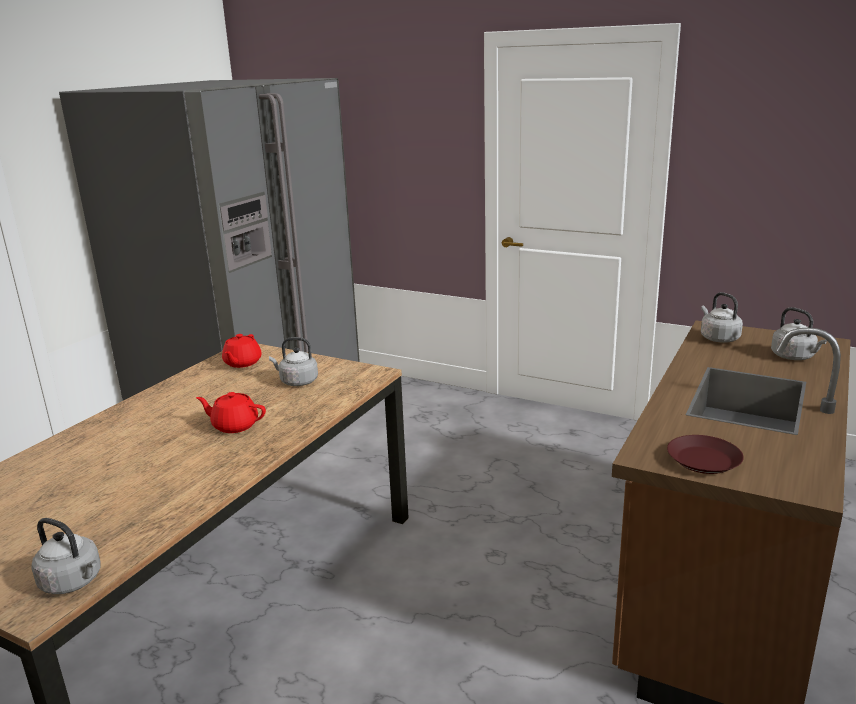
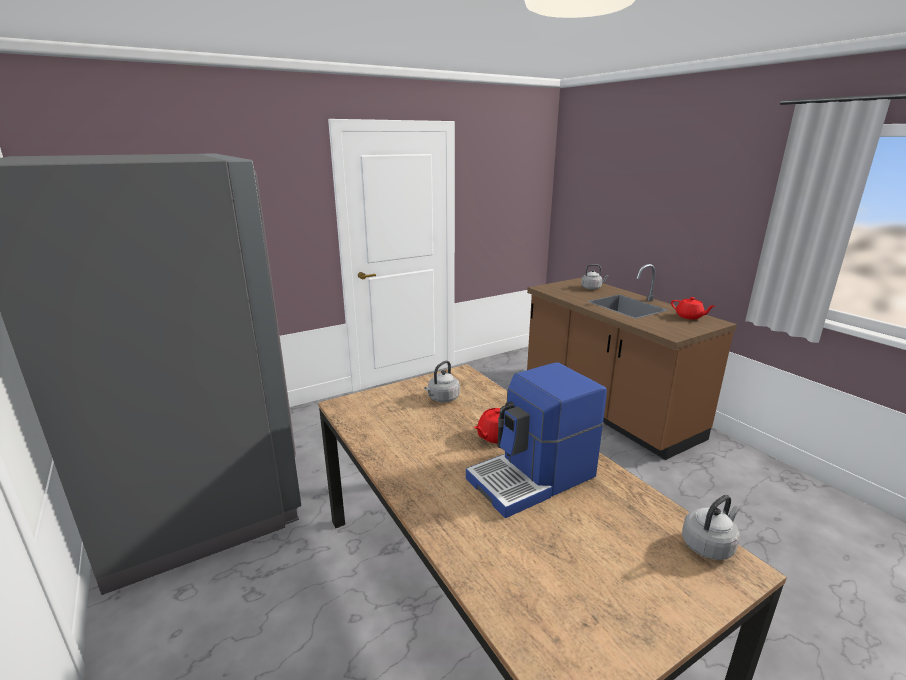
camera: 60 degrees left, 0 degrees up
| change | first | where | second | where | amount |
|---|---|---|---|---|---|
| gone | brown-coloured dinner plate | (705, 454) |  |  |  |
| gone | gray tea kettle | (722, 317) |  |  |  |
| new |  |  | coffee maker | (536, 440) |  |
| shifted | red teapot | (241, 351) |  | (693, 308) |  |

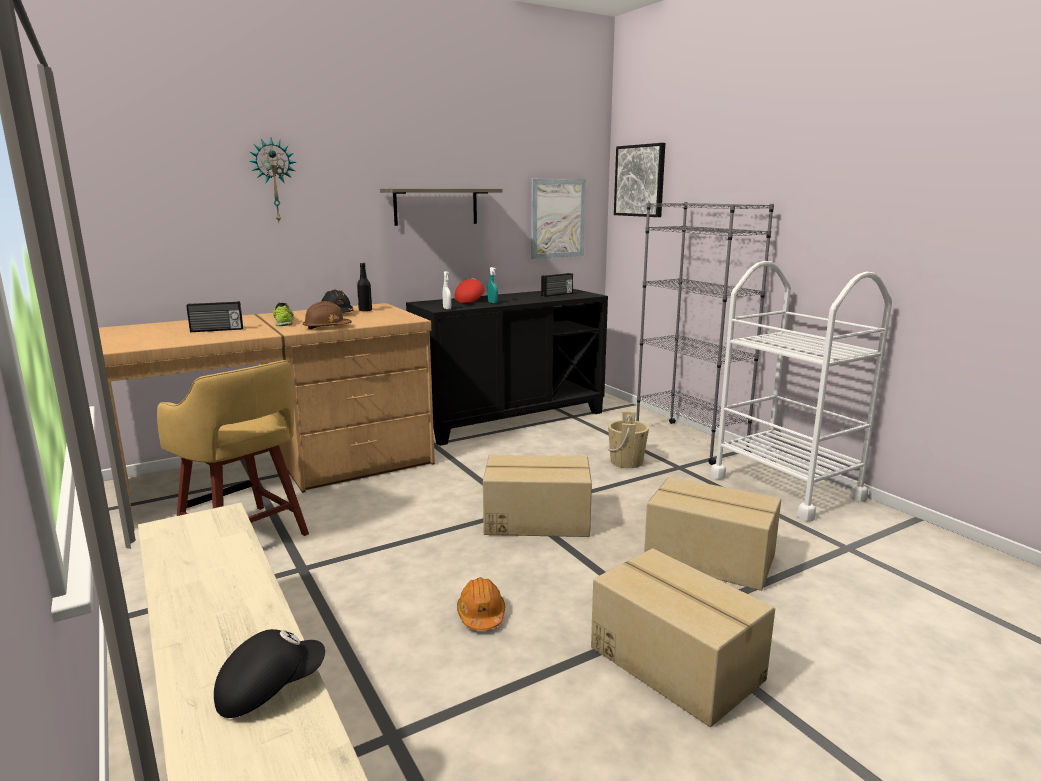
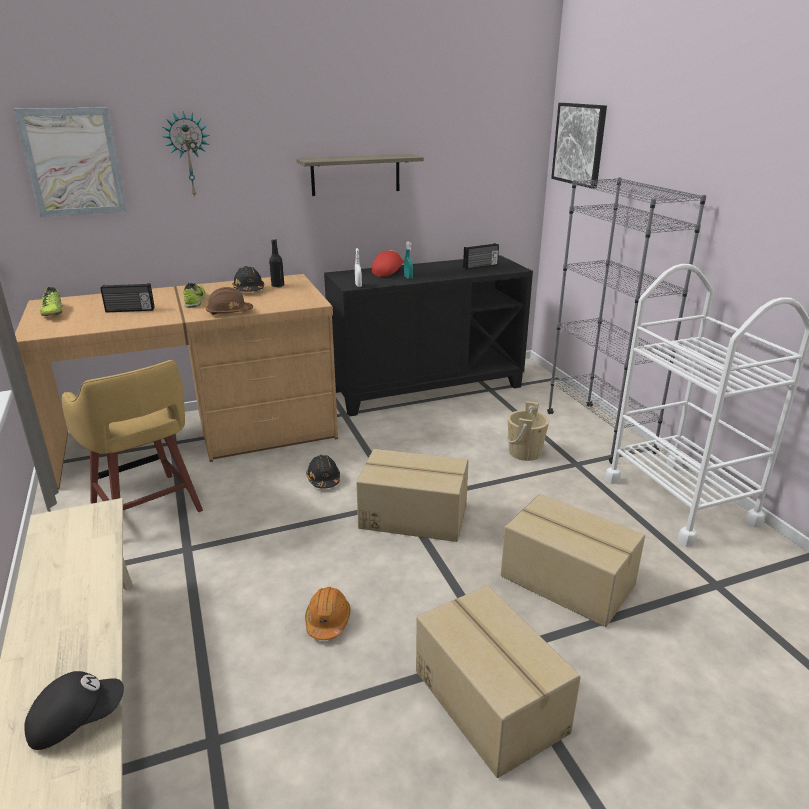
camera: 10 degrees right, 10 degrees up
| change | first | where | second | where | amount |
|---|---|---|---|---|---|
| new |  |  | item of footwear | (51, 301) |  |
| new |  |  | blackish work helmet | (323, 472) |  |
| shifted | picture | (558, 219) |  | (70, 162) |  |

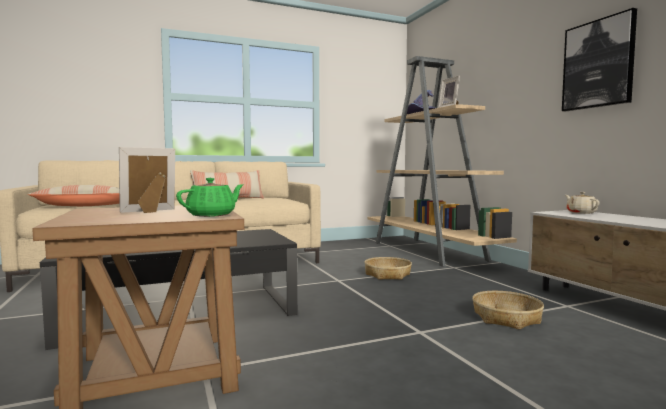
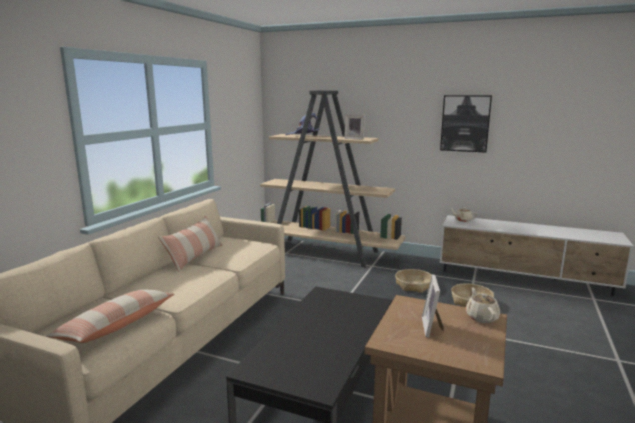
camera: 45 degrees left, 10 degrees up
| change | first | where | second | where | amount |
|---|---|---|---|---|---|
| shifted | basket | (388, 268) |  | (413, 281) |  |
| repainted | green-coloured teapot | (210, 197) | beige teapot | (482, 305) |  |

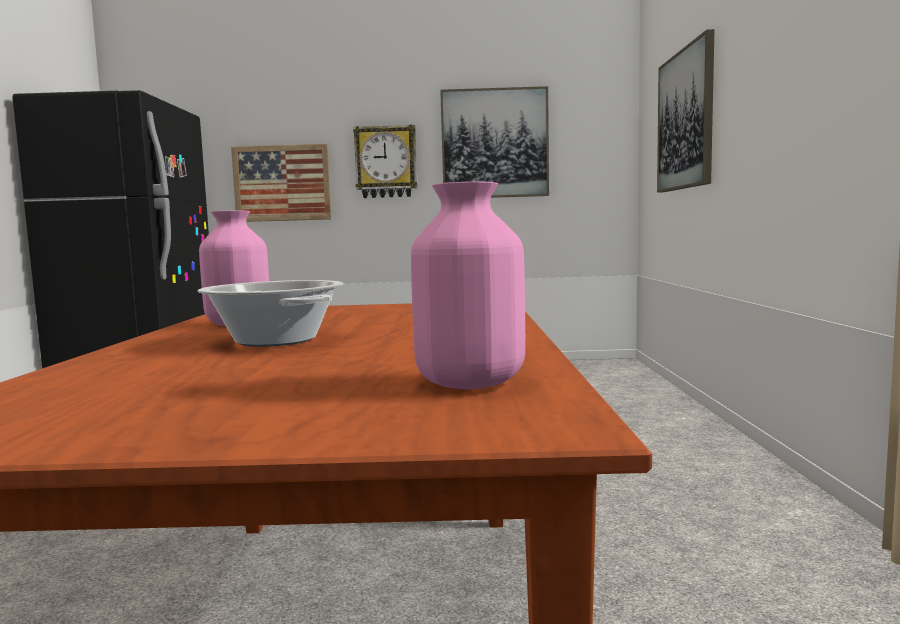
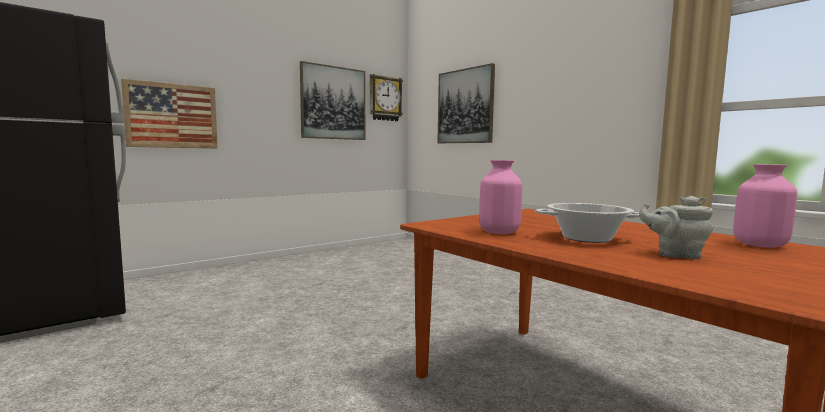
camera: 40 degrees left, 0 degrees up
| change | first | where | second | where | amount |
|---|---|---|---|---|---|
| new |  |  | gray teapot | (676, 227) |  |
| shifted | wall clock | (385, 161) |  | (386, 97) |  |

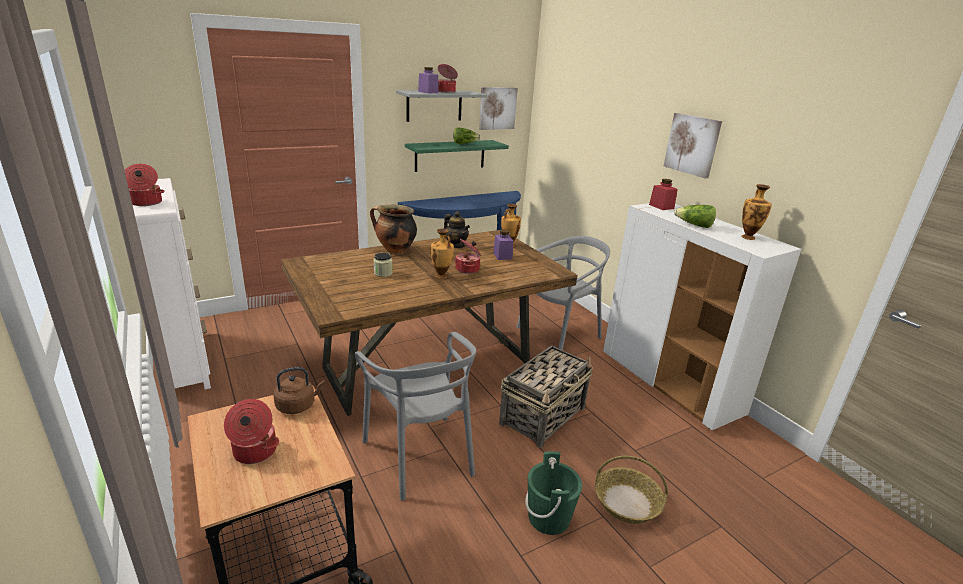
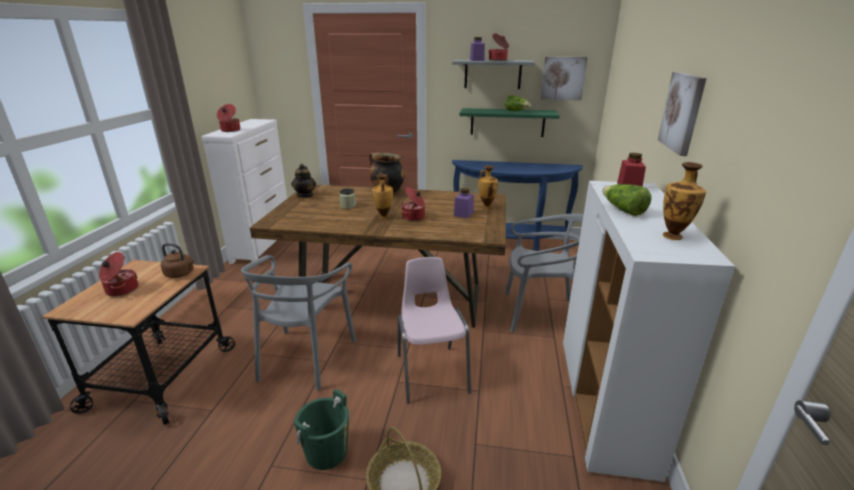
camera: 40 degrees right, 0 degrees up
| change | first | where | second | where | amount |
|---|---|---|---|---|---|
| shifted | teapot | (457, 229) |  | (303, 181) |  |
| swapped | basket | (546, 396) | pinkish chair | (434, 330) |  |

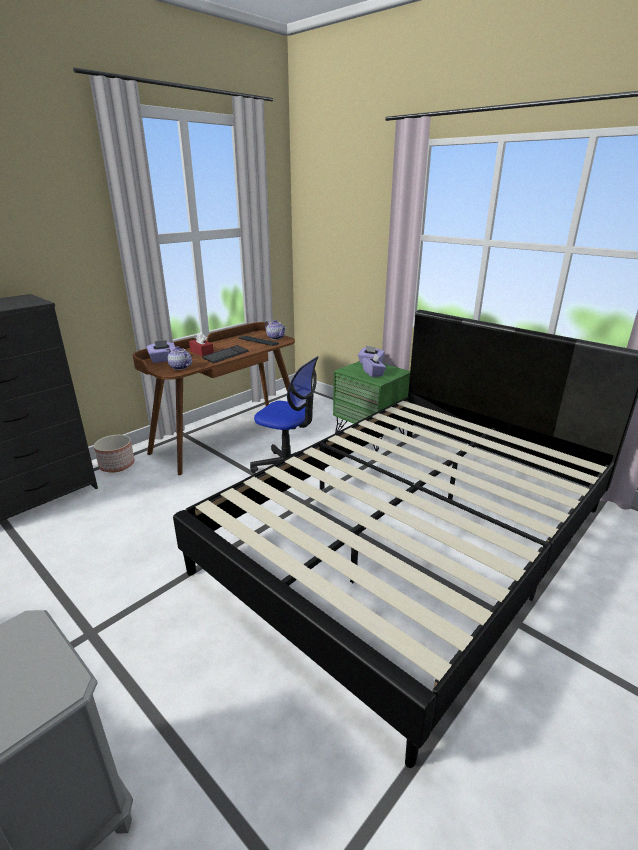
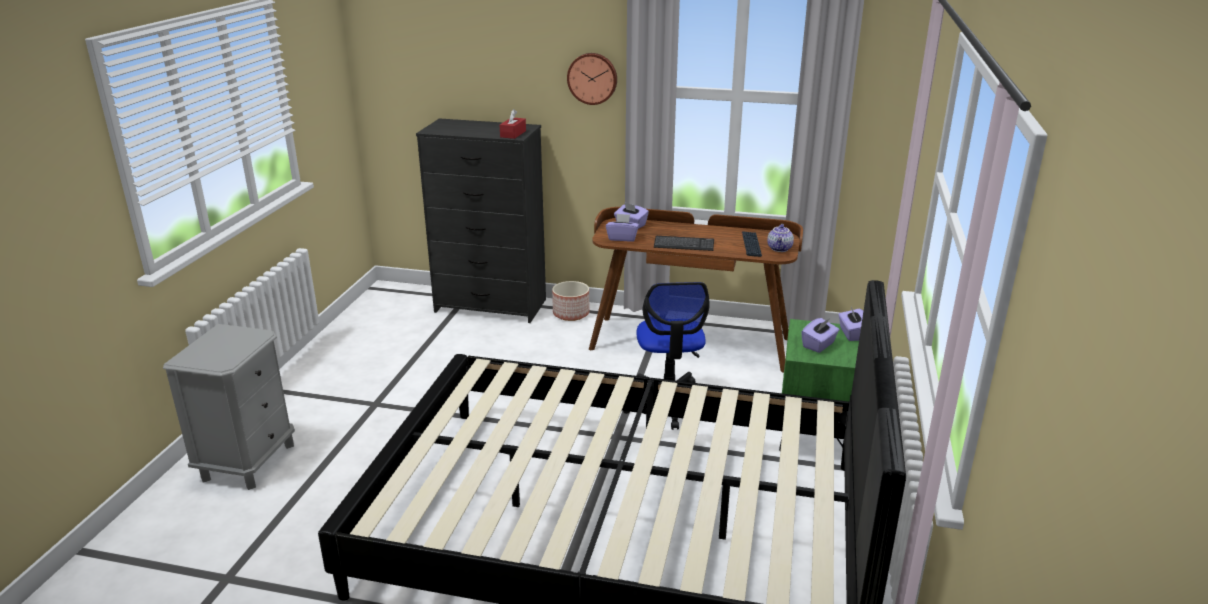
camera: 60 degrees right, 0 degrees up
| change | first | where | second | where | amount |
|---|---|---|---|---|---|
| new |  |  | wall clock | (592, 79) |  |
| shifted | red box of tissues | (201, 344) |  | (513, 124) |  |
| swapped | teapot | (179, 358) | purple-coloured box of tissues | (622, 228) |  |

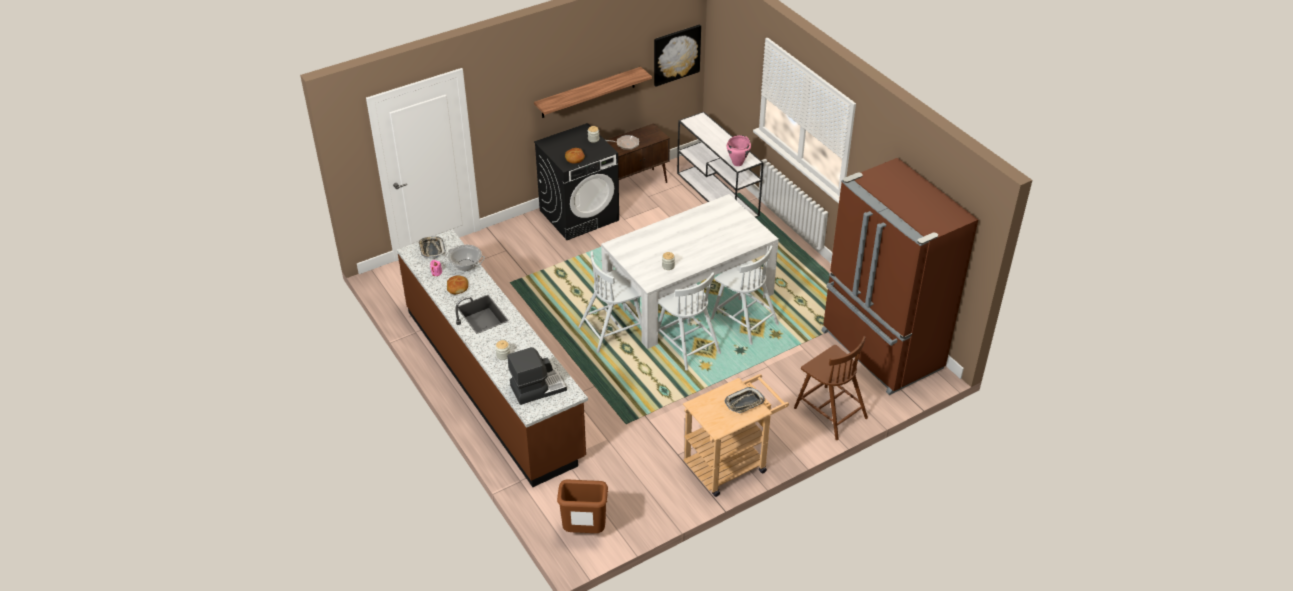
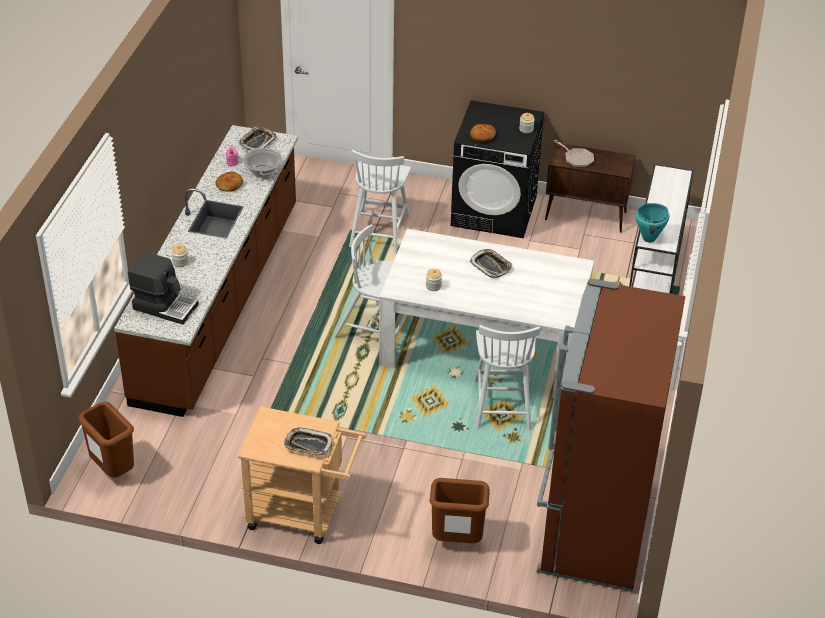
camera: 45 degrees right, 0 degrees up
| change | first | where | second | where | amount |
|---|---|---|---|---|---|
| gone | wall shelf | (593, 92) |  |  |  |
| gone | picture | (677, 55) |  |  |  |
| new |  |  | carrying tray | (490, 263) |  |
| shifted | whitish chair | (689, 321) |  | (380, 201) |  |
| swapped | brown-coloured chair | (831, 388) | brown-coloured rubbish bin | (459, 510) |  |
| repainted | pinkish stockpot | (739, 150) | blue-green stockpot | (652, 223) |  |

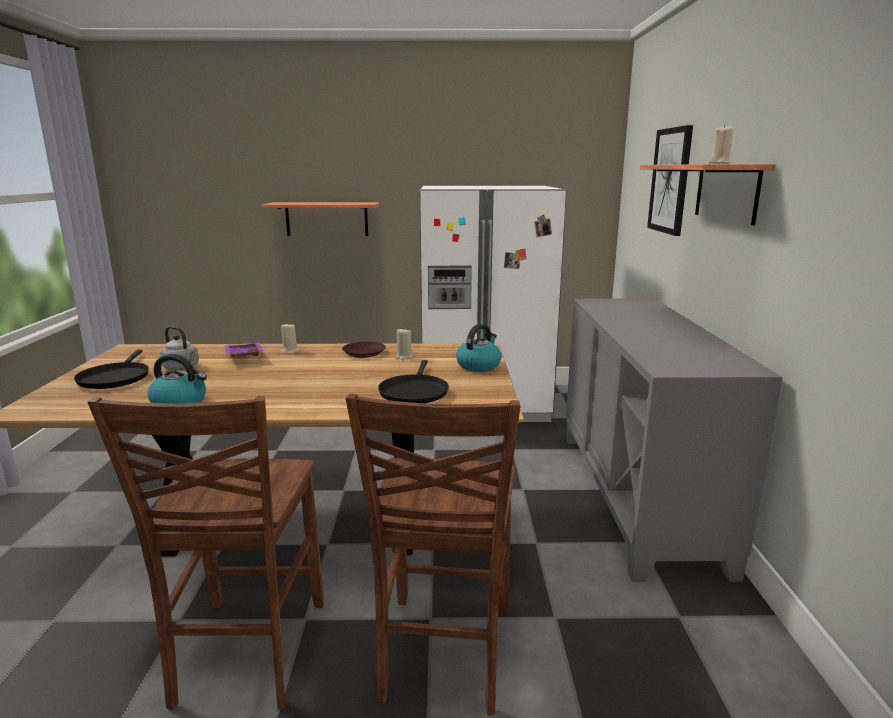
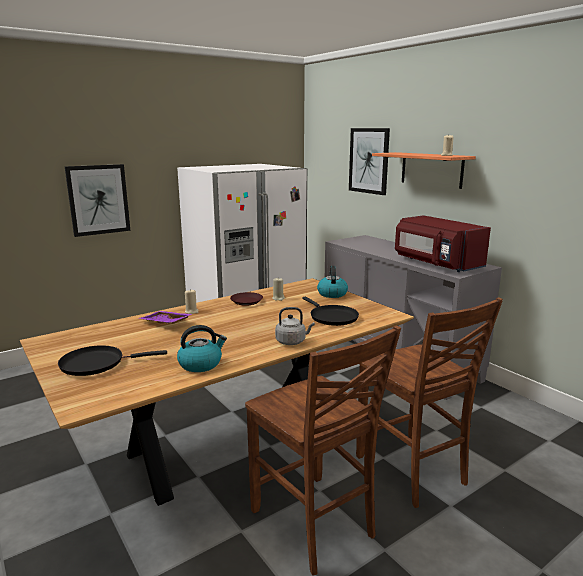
camera: 35 degrees left, 0 degrees up
| change | first | where | second | where | amount |
|---|---|---|---|---|---|
| new |  |  | red microwave oven | (443, 243) |  |
| shifted | gray tea kettle | (179, 348) |  | (295, 326) |  |
| swapped | wall shelf | (321, 219) | picture | (98, 200) |  |
| rotated | blackish frying pan | (111, 369) |  | (112, 360) | 120 degrees clockwise |

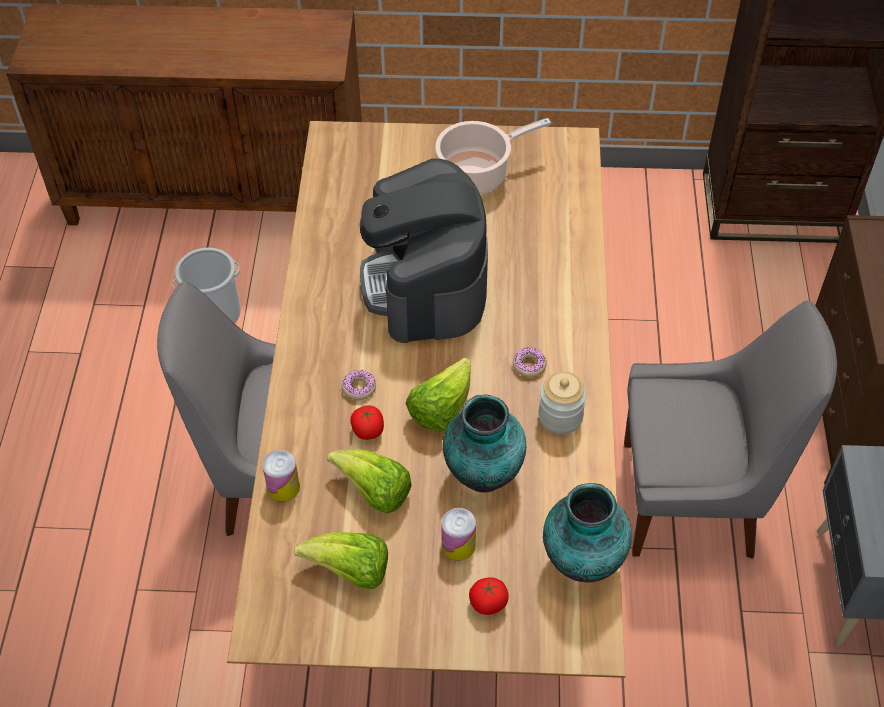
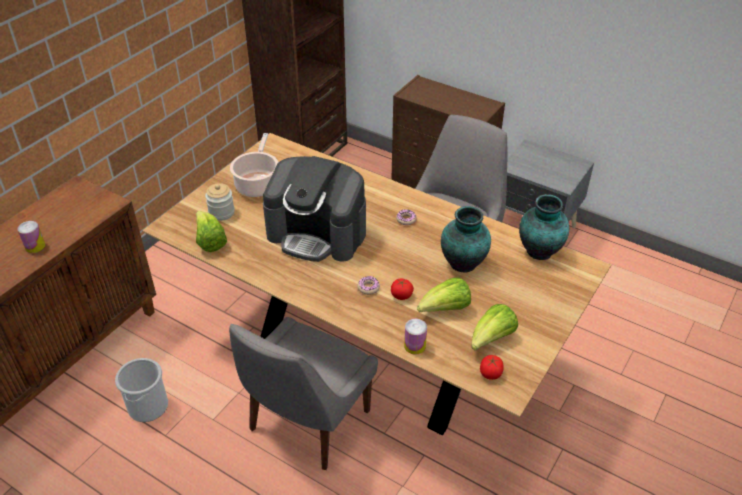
camera: 60 degrees left, 10 degrees down
| change | first | where | second | where | amount |
|---|---|---|---|---|---|
| shifted | lettuce head | (438, 394) |  | (211, 231) |  |
| shifted | metal can | (458, 534) |  | (31, 237) |  |
| shifted | tomato | (489, 596) |  | (492, 367) |  |
| shifted | jar | (562, 402) |  | (220, 202) |  |

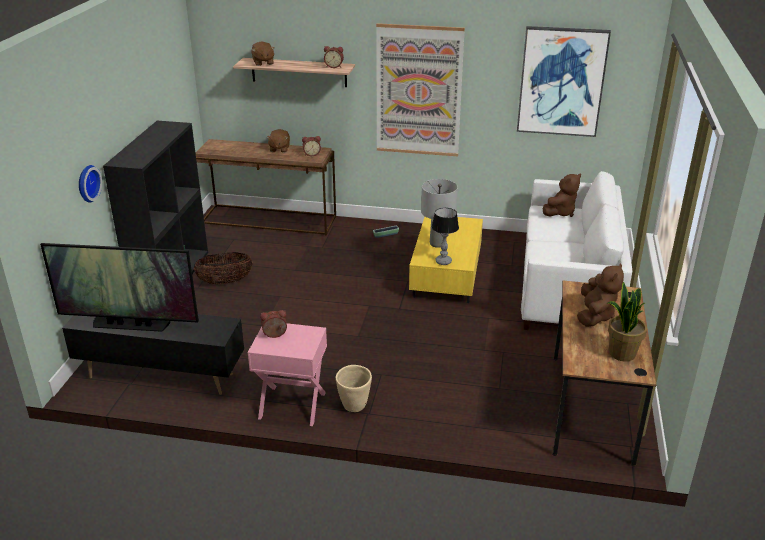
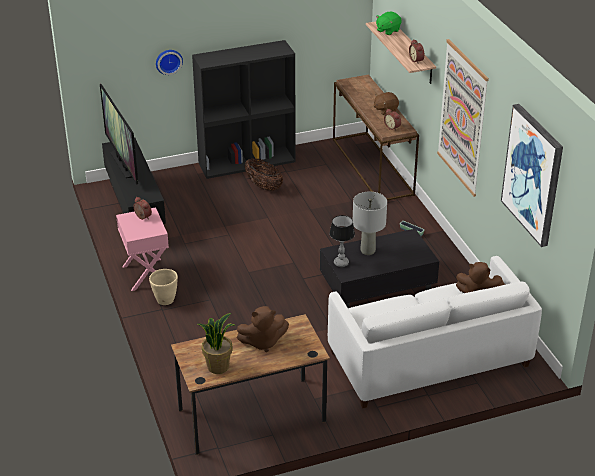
camera: 60 degrees right, 5 degrees up
| change | first | where | second | where | amount |
|---|---|---|---|---|---|
| repainted | brown-coloured plush toy | (263, 54) | green-coloured plush toy | (389, 23) |  |
| repainted | yellow-coloured low table | (446, 260) | blackish low table | (379, 268) |  |

